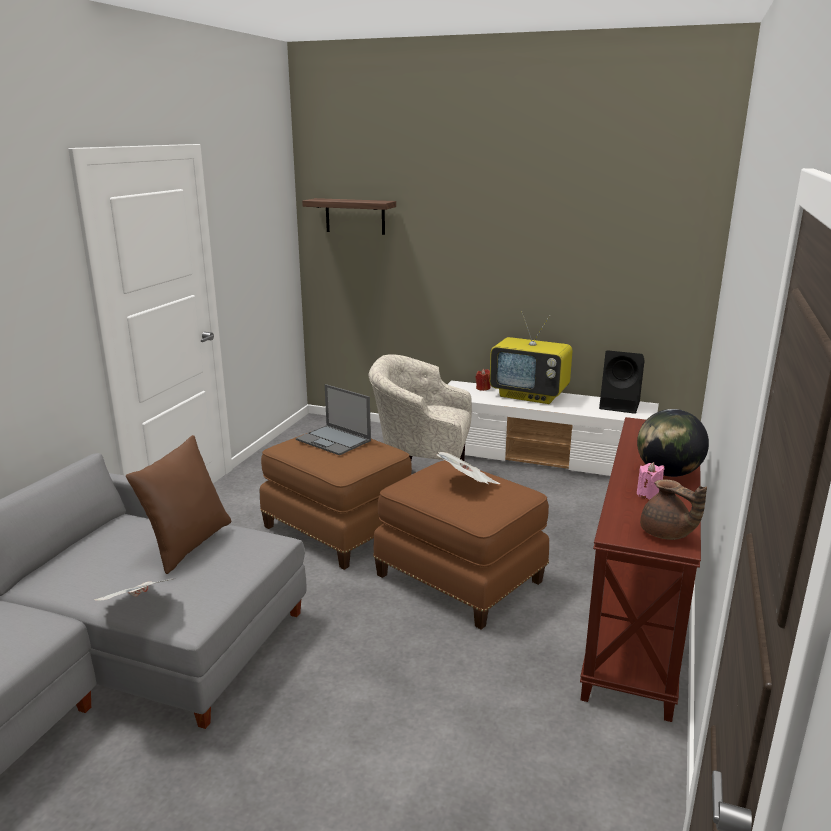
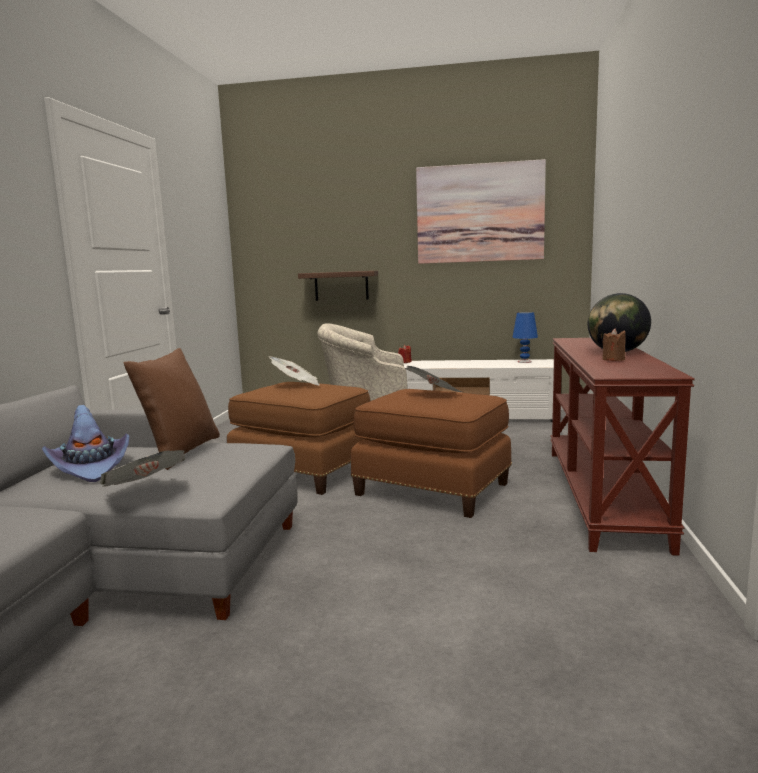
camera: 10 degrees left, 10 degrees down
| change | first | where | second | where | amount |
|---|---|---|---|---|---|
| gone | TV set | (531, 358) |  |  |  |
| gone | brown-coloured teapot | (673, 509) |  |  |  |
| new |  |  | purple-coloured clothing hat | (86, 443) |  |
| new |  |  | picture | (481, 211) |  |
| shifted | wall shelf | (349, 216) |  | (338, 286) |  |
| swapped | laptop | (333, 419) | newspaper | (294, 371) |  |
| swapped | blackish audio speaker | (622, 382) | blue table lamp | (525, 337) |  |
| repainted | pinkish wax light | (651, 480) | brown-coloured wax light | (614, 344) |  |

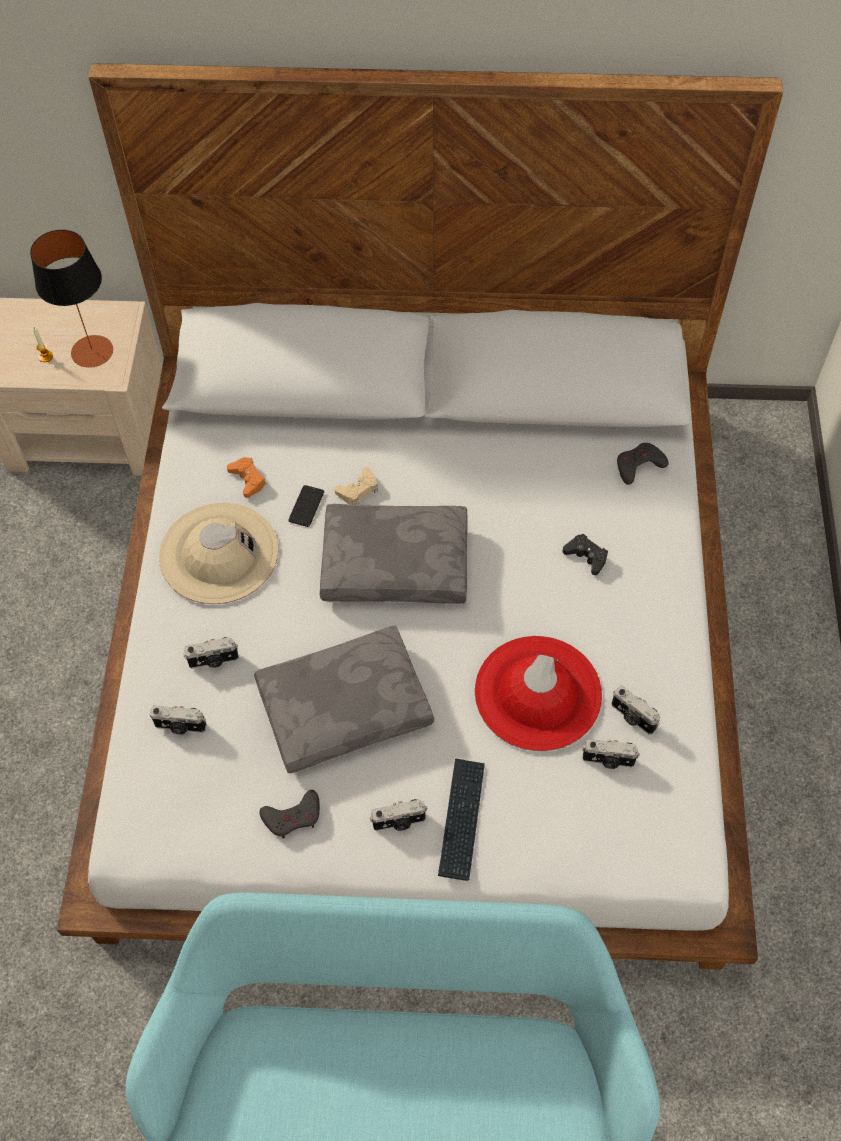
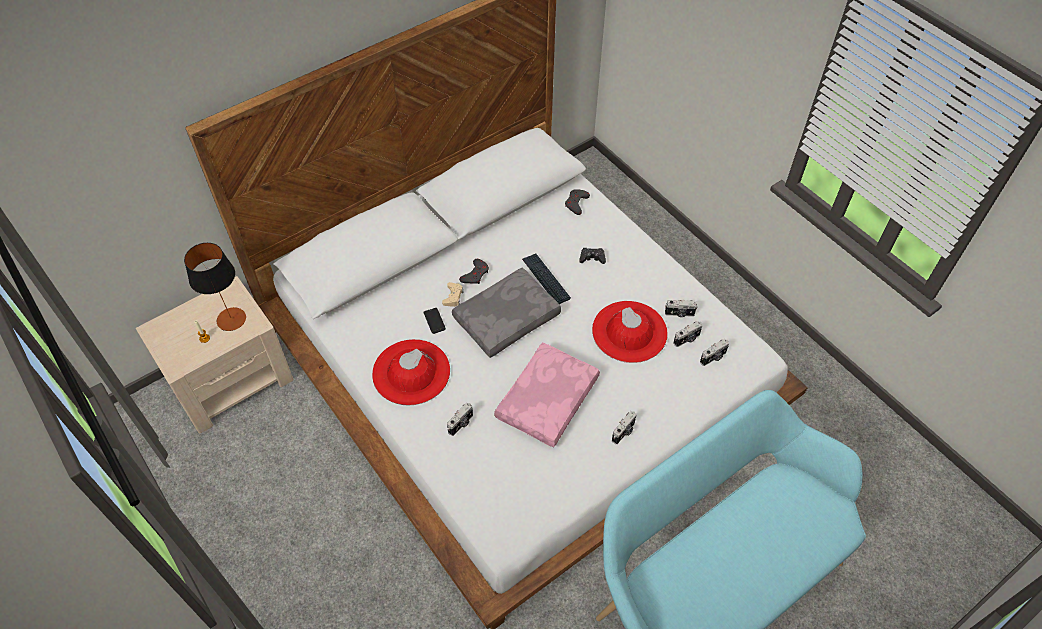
camera: 40 degrees left, 5 degrees down
| change | first | where | second | where | amount |
|---|---|---|---|---|---|
| gone | orangey gamepad | (246, 477) |  |  |  |
| shifted | photo camera | (178, 720) |  | (714, 352) |  |
| shifted | gray gamepad | (290, 814) |  | (474, 271) |  |
| shifted | PC keyboard | (461, 819) |  | (546, 279) |  |
| repainted | beige clothing hat | (219, 553) | red clothing hat | (411, 372) |  |
| repainted | gray throw pillow | (344, 700) | pinkish throw pillow | (547, 395) |  |

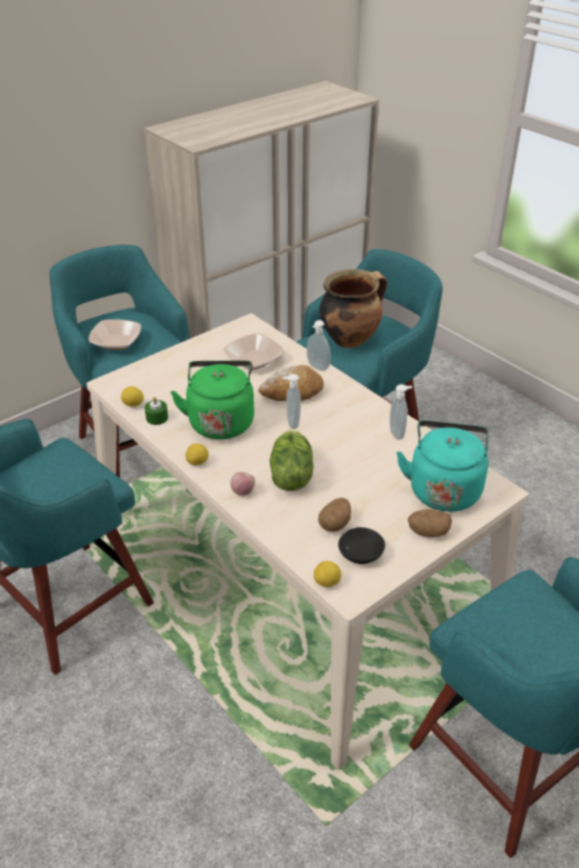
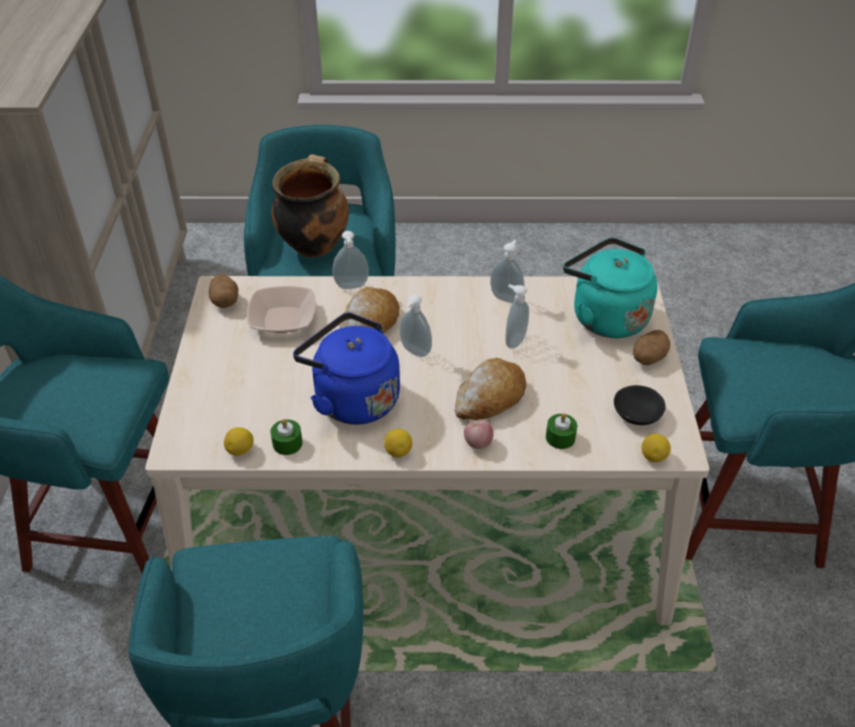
camera: 50 degrees left, 5 degrees up
| change | first | where | second | where | amount |
|---|---|---|---|---|---|
| gone | serving bowl | (115, 334) |  |  |  |
| new |  |  | soap bottle | (517, 316) |  |
| new |  |  | green-coloured wax light | (561, 431) |  |
| shifted | whole potato | (334, 514) |  | (223, 291) |  |
| swapped | lettuce head | (292, 460) | baked bread | (490, 389) |  |
| repainted | green-coloured tea kettle | (212, 400) | blue tea kettle | (346, 368) |  |

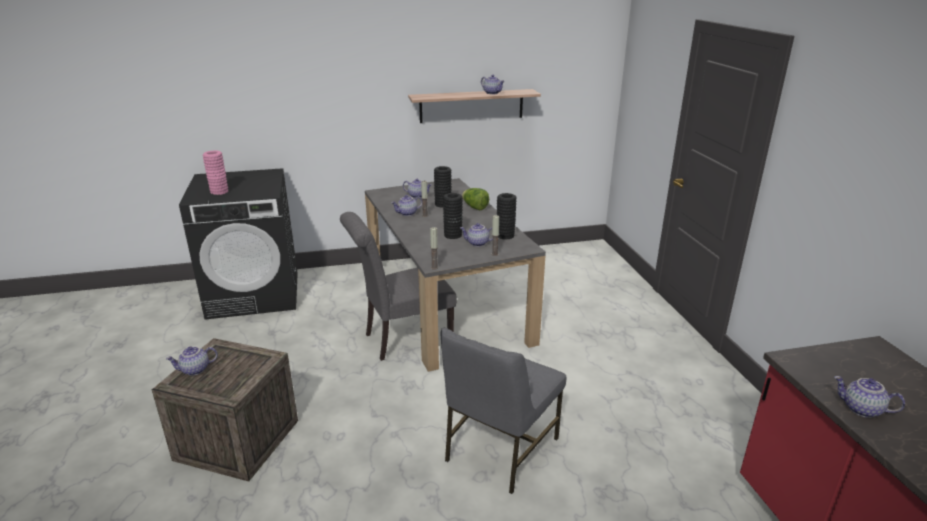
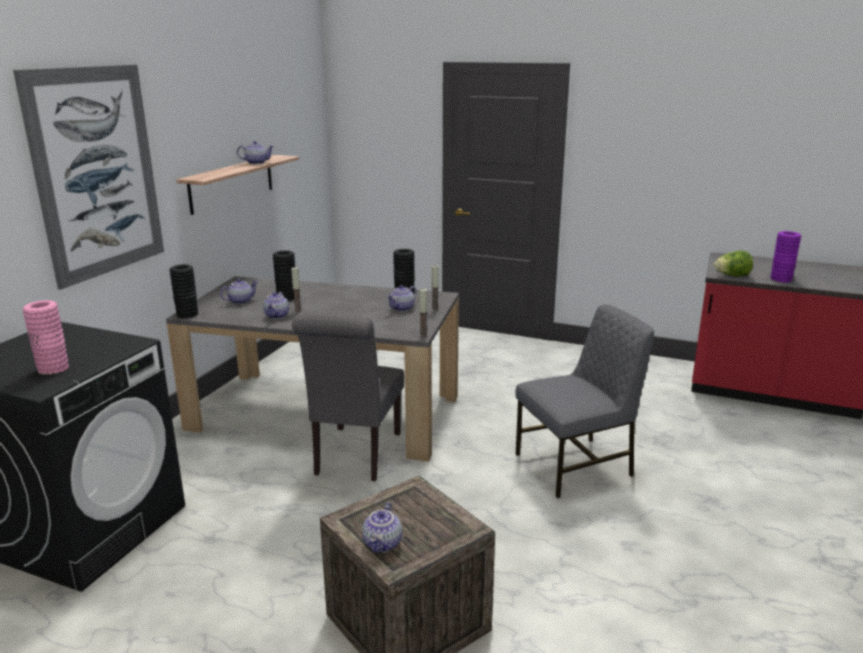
camera: 55 degrees left, 5 degrees down
| change | first | where | second | where | amount |
|---|---|---|---|---|---|
| new |  |  | picture | (88, 177) |  |
| shifted | blackish vase | (453, 216) |  | (184, 291) |  |
| shifted | lettuce head | (475, 199) |  | (733, 263) |  |
| swapped | teapot | (869, 397) | purple-coloured vase | (785, 257) |  |
| rotated | gray chair | (503, 411) |  | (584, 401) | 90 degrees counterclockwise |

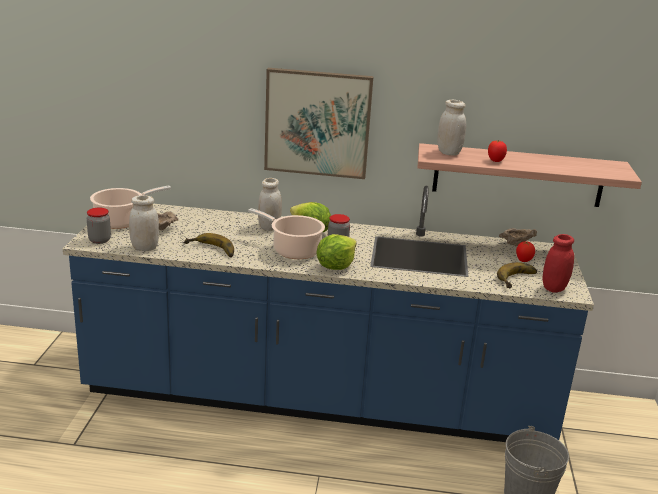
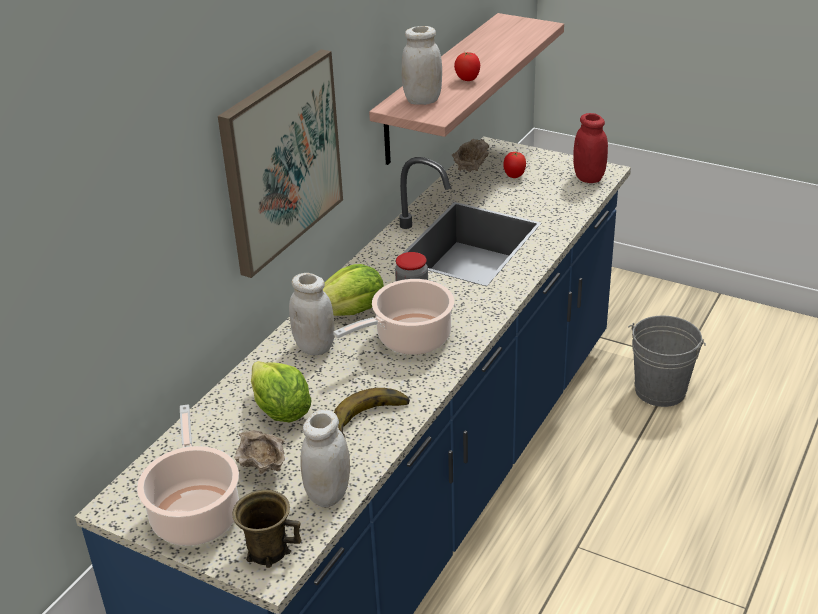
camera: 65 degrees left, 10 degrees up
| change | first | where | second | where | amount |
|---|---|---|---|---|---|
| gone | whole banana | (517, 275) |  |  |  |
| shifted | lettuce head | (337, 252) |  | (281, 391) |  |
| swapped | jar | (99, 226) | brown-coloured tea mug | (266, 529) |  |

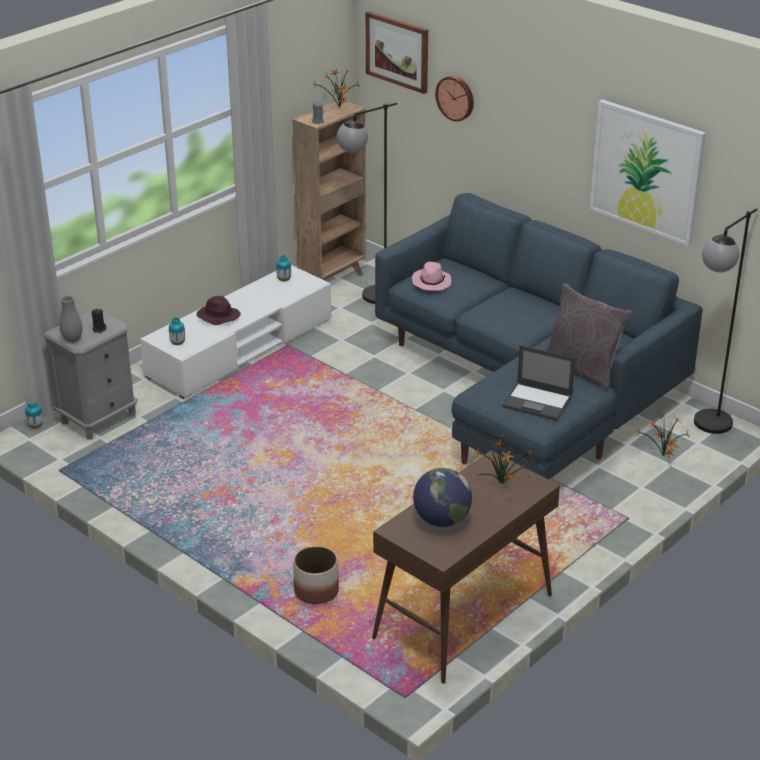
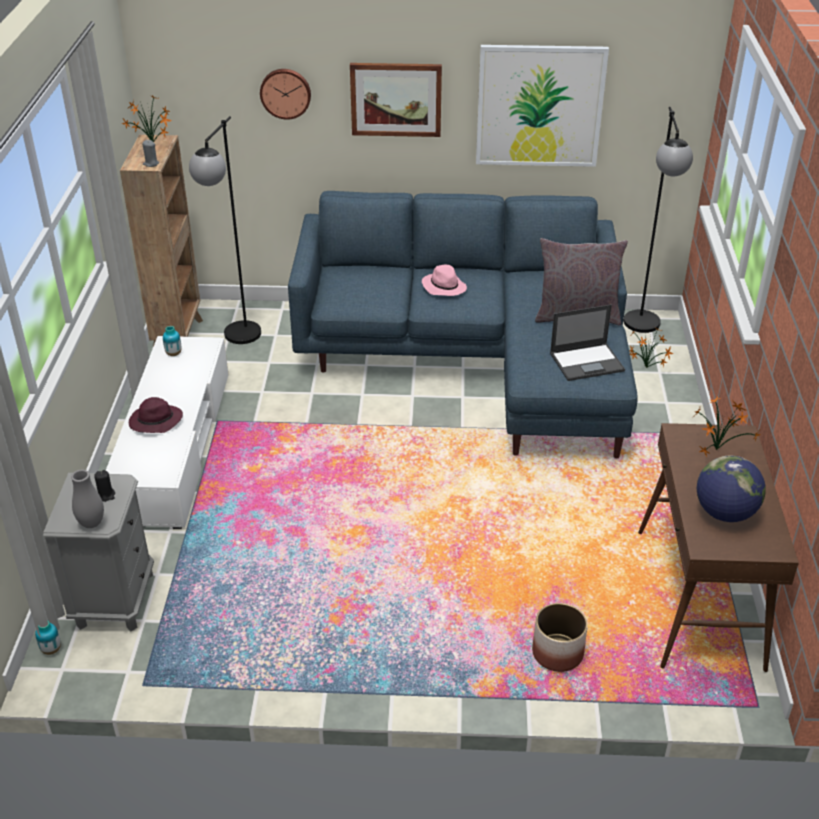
camera: 40 degrees left, 5 degrees up
| change | first | where | second | where | amount |
|---|---|---|---|---|---|
| gone | vase | (177, 331) |  |  |  |
| shifted | picture | (397, 52) |  | (396, 100) |  |
| shifted | pinkish clothing hat | (431, 276) |  | (444, 280) |  |

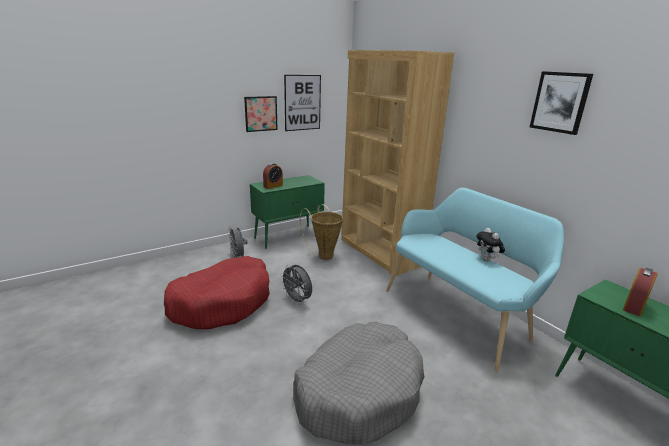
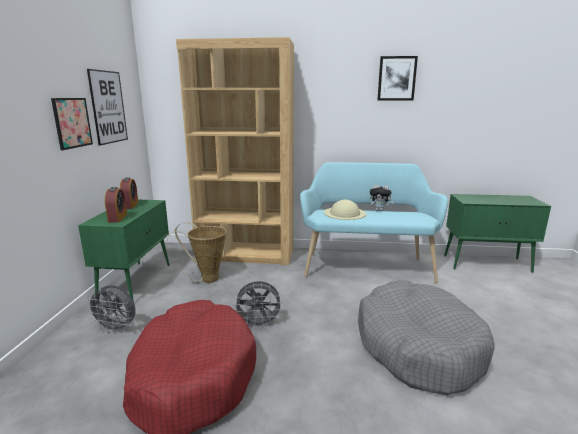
camera: 50 degrees left, 5 degrees down
| change | first | where | second | where | amount |
|---|---|---|---|---|---|
| new |  |  | beige clothing hat | (345, 210) |  |
| shifted | bedside clock | (640, 292) |  | (129, 193) |  |

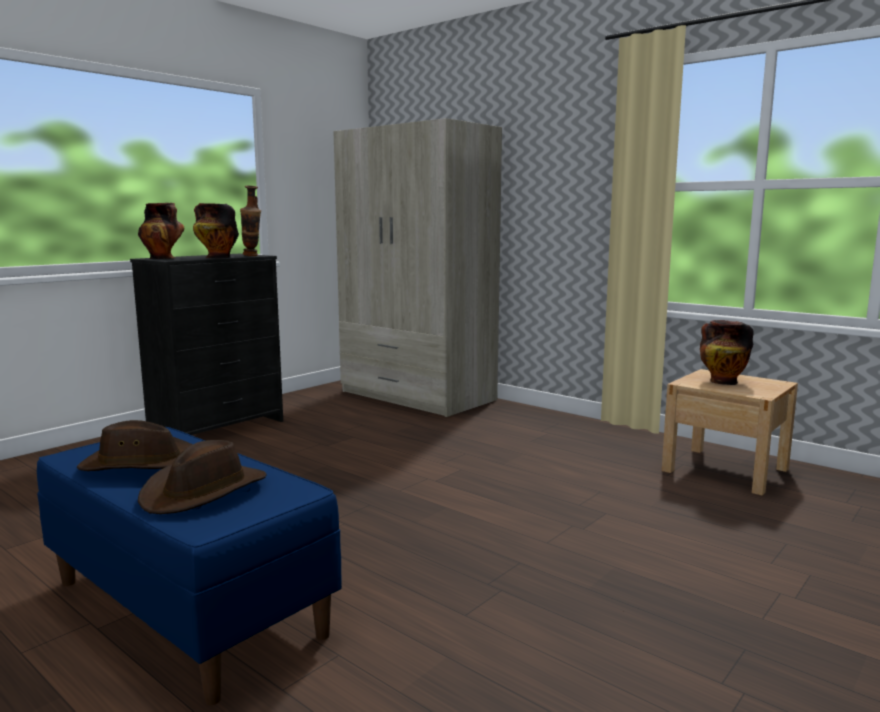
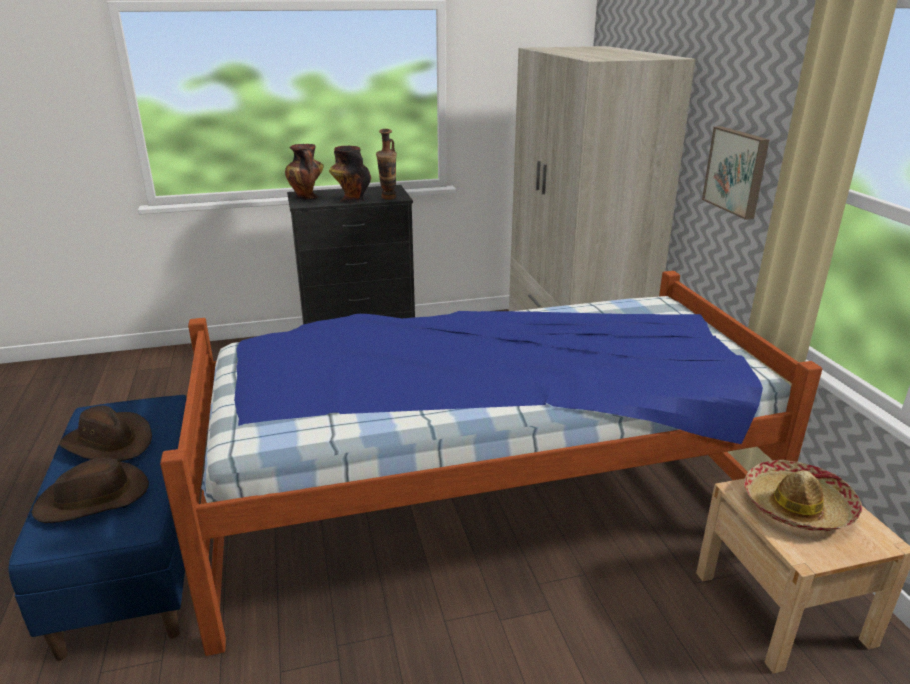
camera: 35 degrees right, 15 degrees up
| change | first | where | second | where | amount |
|---|---|---|---|---|---|
| new |  |  | bedroom bed | (491, 463) |  |
| new |  |  | picture | (735, 173) |  |
| swapped | vase | (727, 352) | clothing hat | (803, 495) |  |

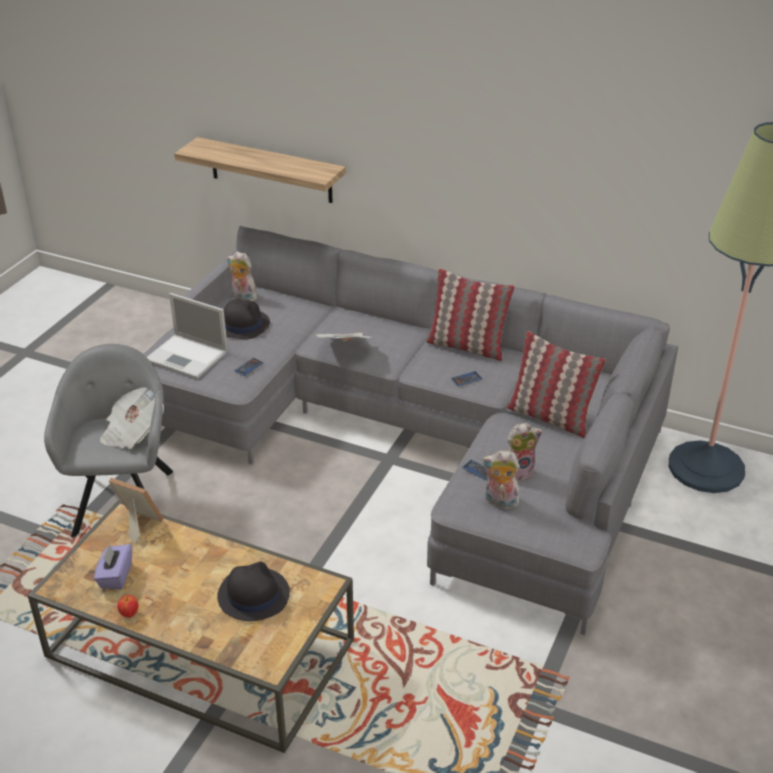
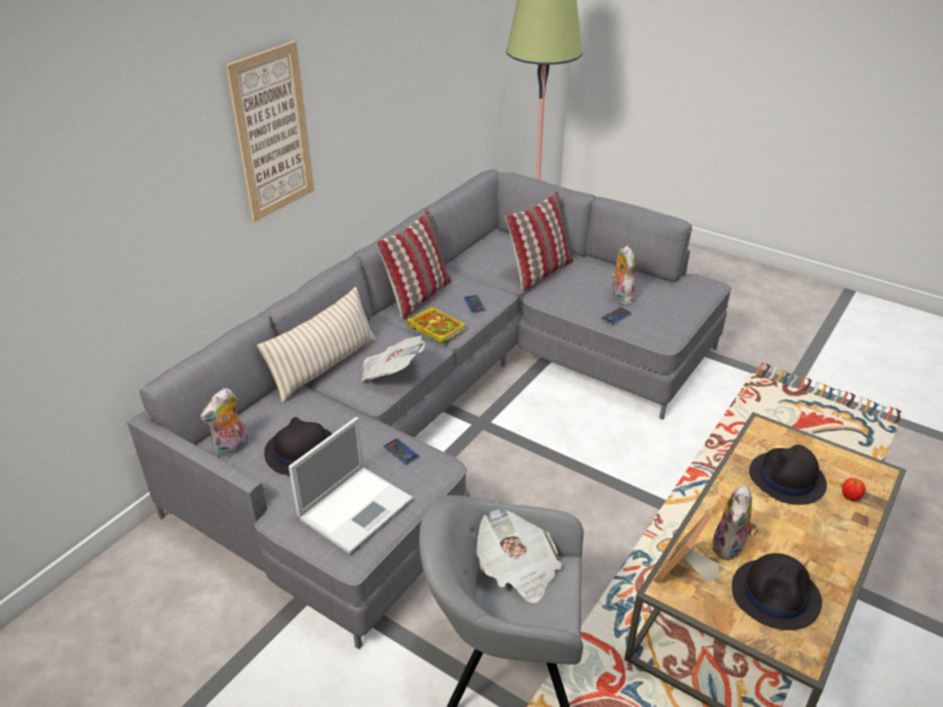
camera: 80 degrees left, 0 degrees up
| change | first | where | second | where | amount |
|---|---|---|---|---|---|
| gone | wall shelf | (260, 170) |  |  |  |
| new |  |  | picture | (270, 131) |  |
| new |  |  | beige throw pillow | (317, 345) |  |
| new |  |  | volume | (436, 325) |  |
| shifted | apple fruit | (128, 606) |  | (854, 489) |  |
| shifted | plush toy | (501, 479) |  | (734, 522) |  |
| swapped | purple-coloured box of tissues | (113, 566) | blackish clothing hat | (777, 591) |  |

